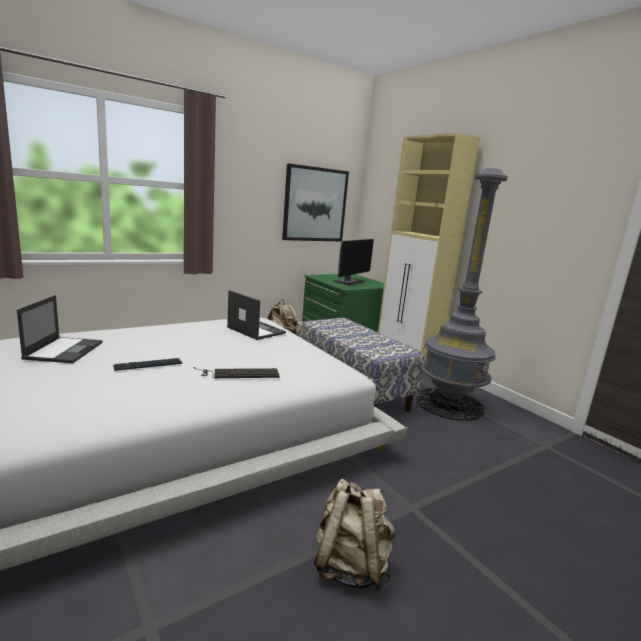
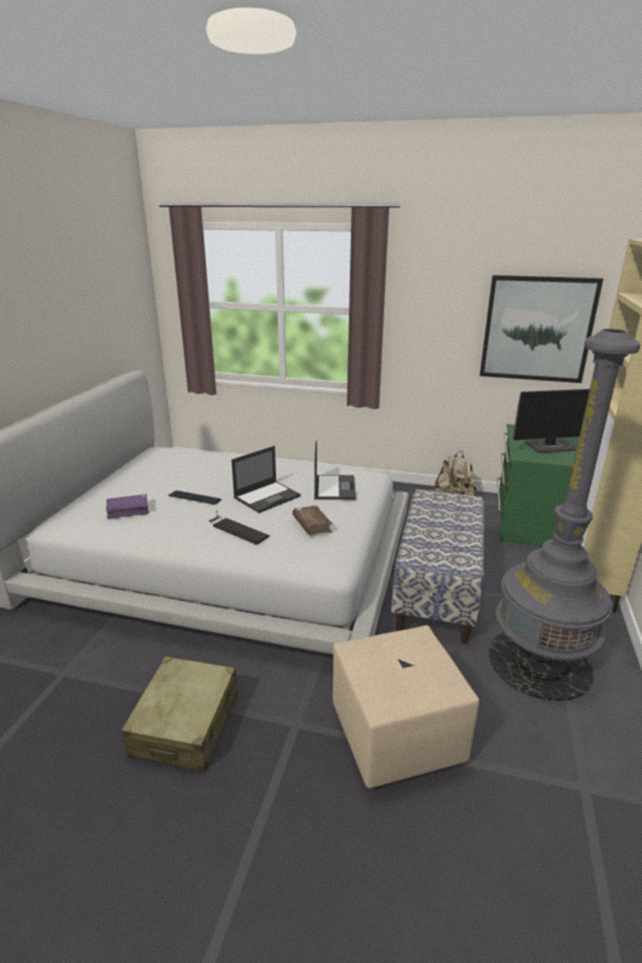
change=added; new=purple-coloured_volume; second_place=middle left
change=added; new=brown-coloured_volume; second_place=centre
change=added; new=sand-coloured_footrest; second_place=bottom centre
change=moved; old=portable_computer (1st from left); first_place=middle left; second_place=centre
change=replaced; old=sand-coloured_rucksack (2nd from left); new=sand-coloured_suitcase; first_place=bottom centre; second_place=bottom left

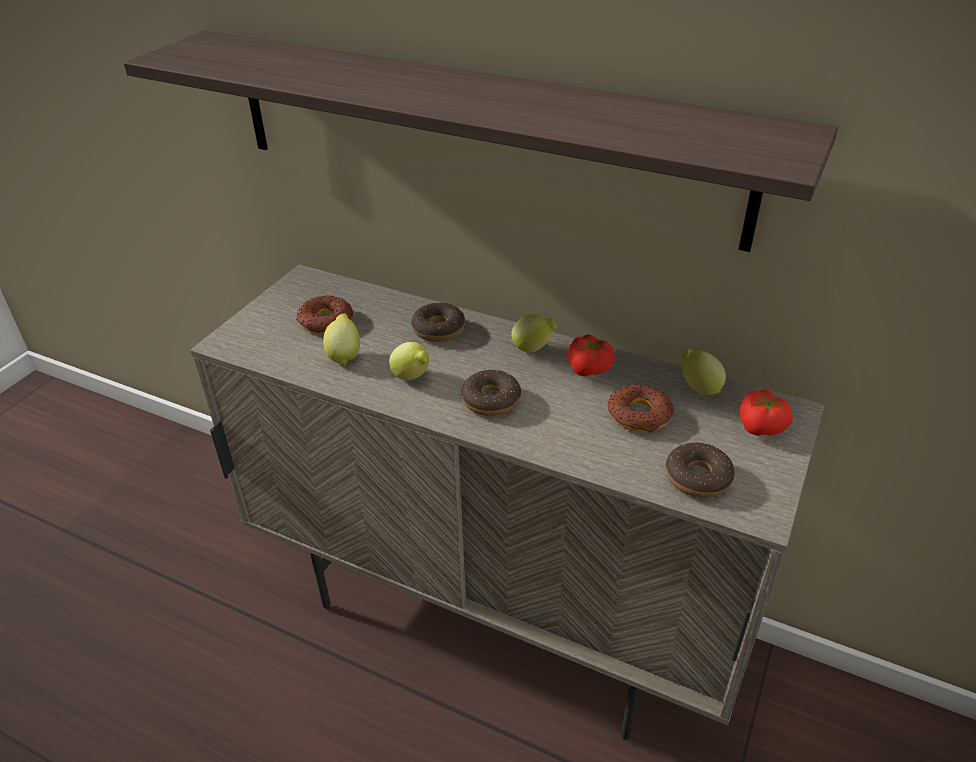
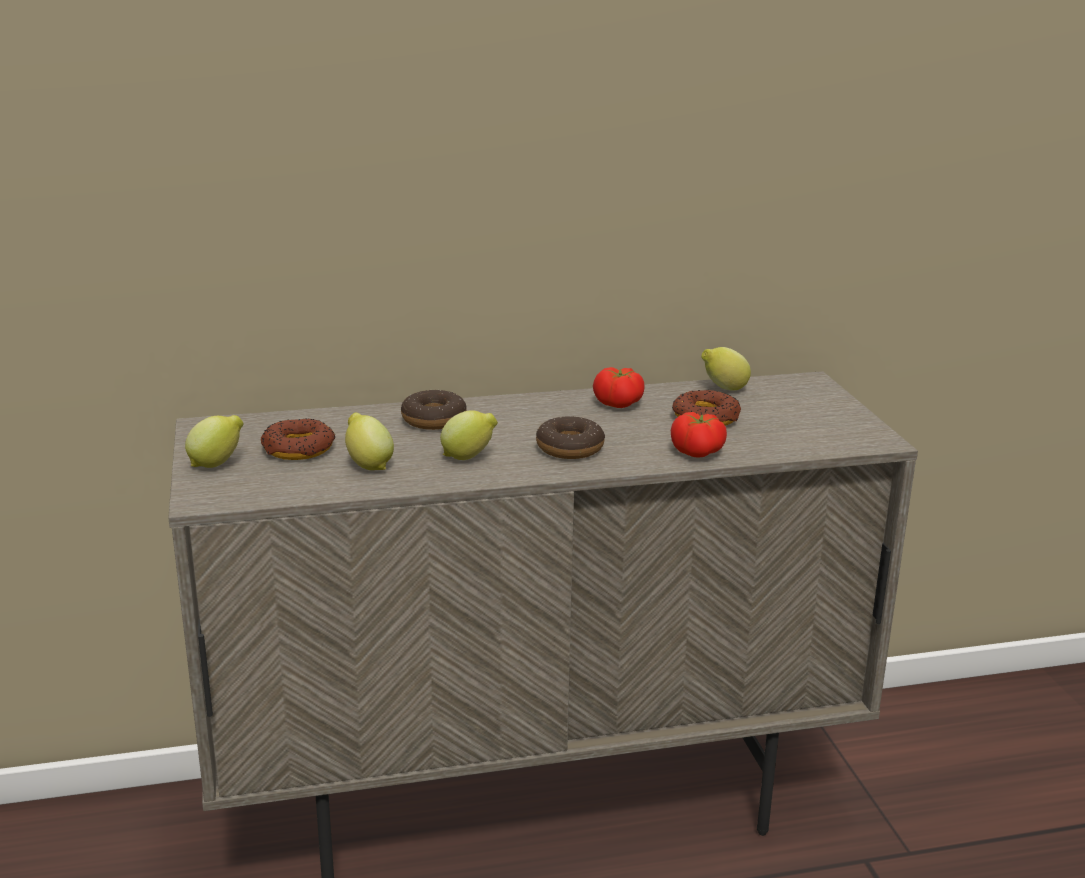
change=removed; old=wall_shelf; first_place=top centre
change=removed; old=doughnut (5th from left); first_place=middle right
change=moved; old=lemon (3rd from left in the first image); new=lemon (1st from left); first_place=centre; second_place=middle left
change=moved; old=tomato (2nd from left); first_place=middle right; second_place=centre

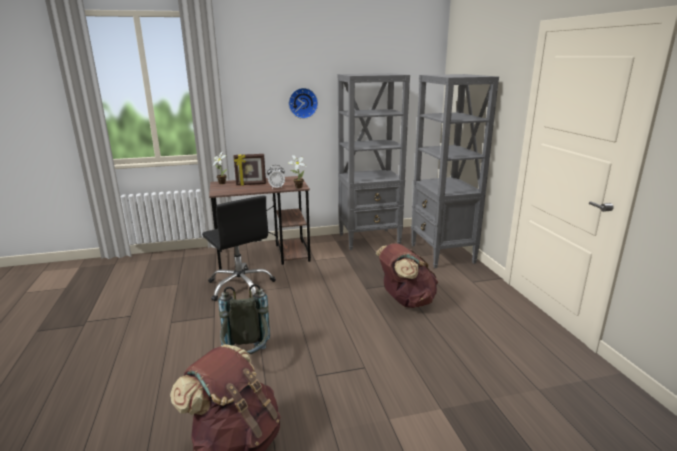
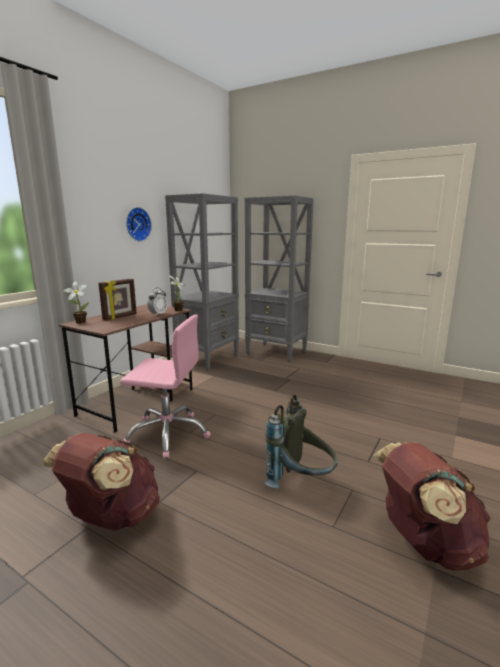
change=moved; old=brown-coloured_rucksack (2nd from left in the first image); new=brown-coloured_rucksack (1st from left); first_place=centre; second_place=bottom left
change=recoloured; old=blackish_office_chair; new=pink_office_chair; first_place=centre; second_place=middle left

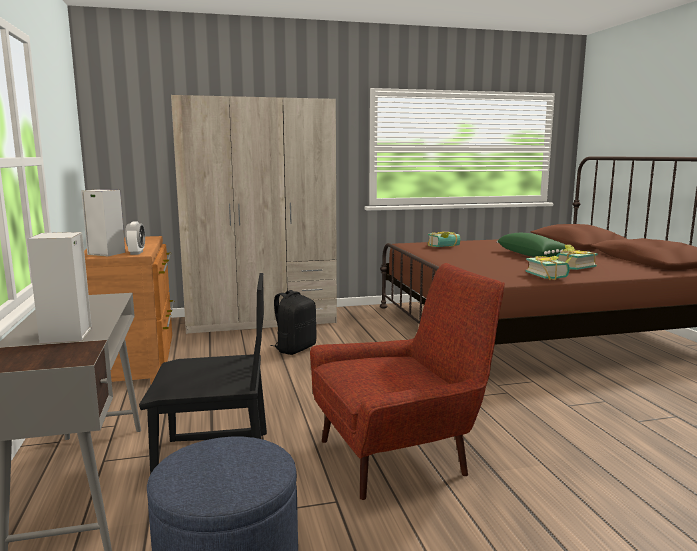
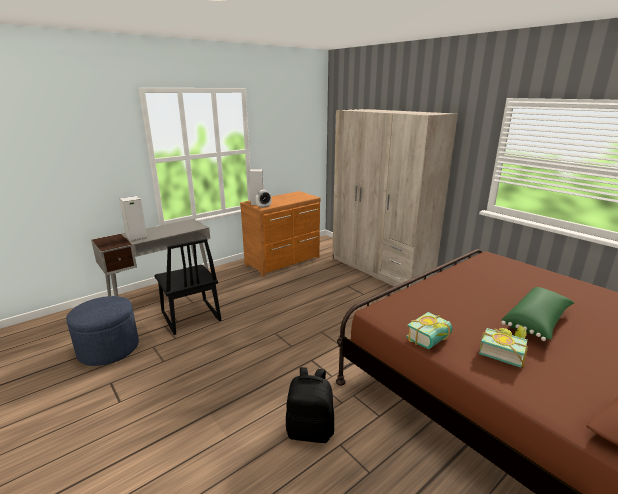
change=removed; old=red_lounge_chair; first_place=bottom centre
change=removed; old=volume (1st from left); first_place=centre
change=moved; old=blackish_rucksack; first_place=centre; second_place=bottom centre

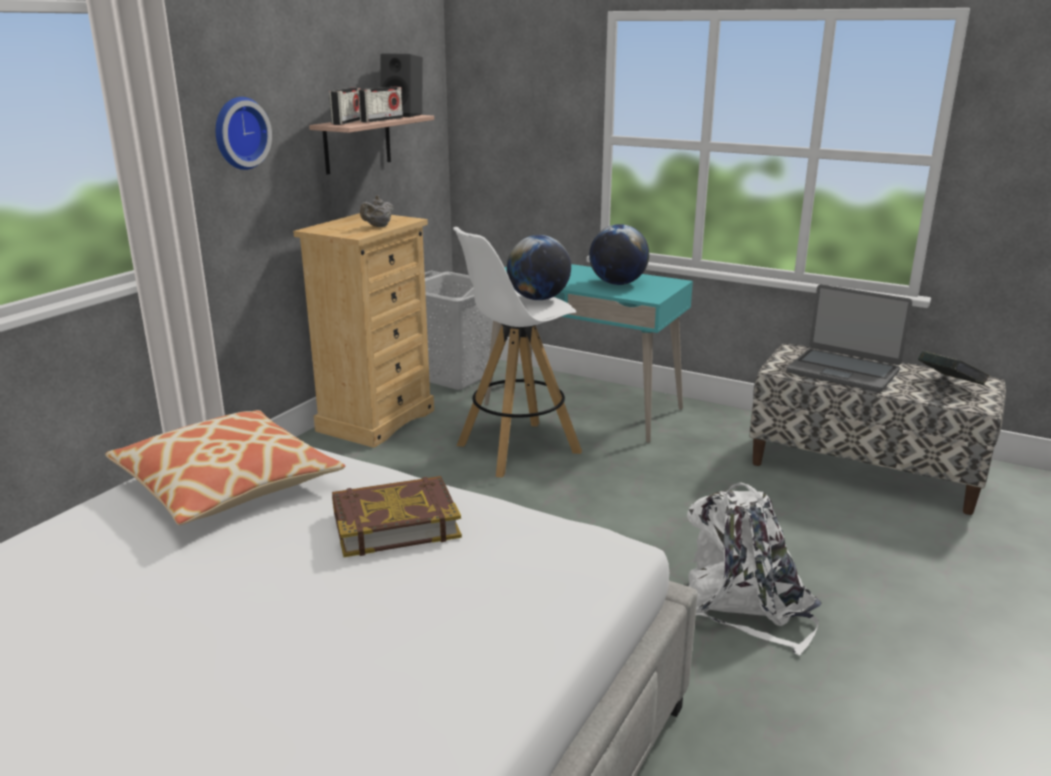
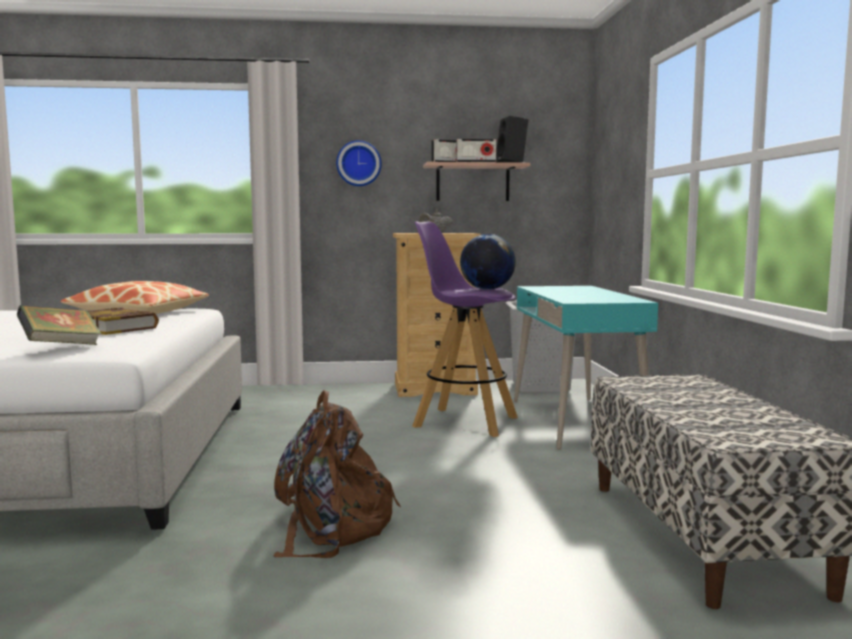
change=removed; old=world_globe (2nd from left); first_place=top centre
change=removed; old=portable_computer; first_place=middle right
change=moved; old=volume (2nd from left in the first image); new=volume (1st from left); first_place=middle right; second_place=middle left
change=recoloured; old=whitish_sitting_stool; new=purple-coloured_sitting_stool; first_place=centre; second_place=centre
change=recoloured; old=whitish_rucksack; new=brown-coloured_rucksack; first_place=bottom right; second_place=bottom centre

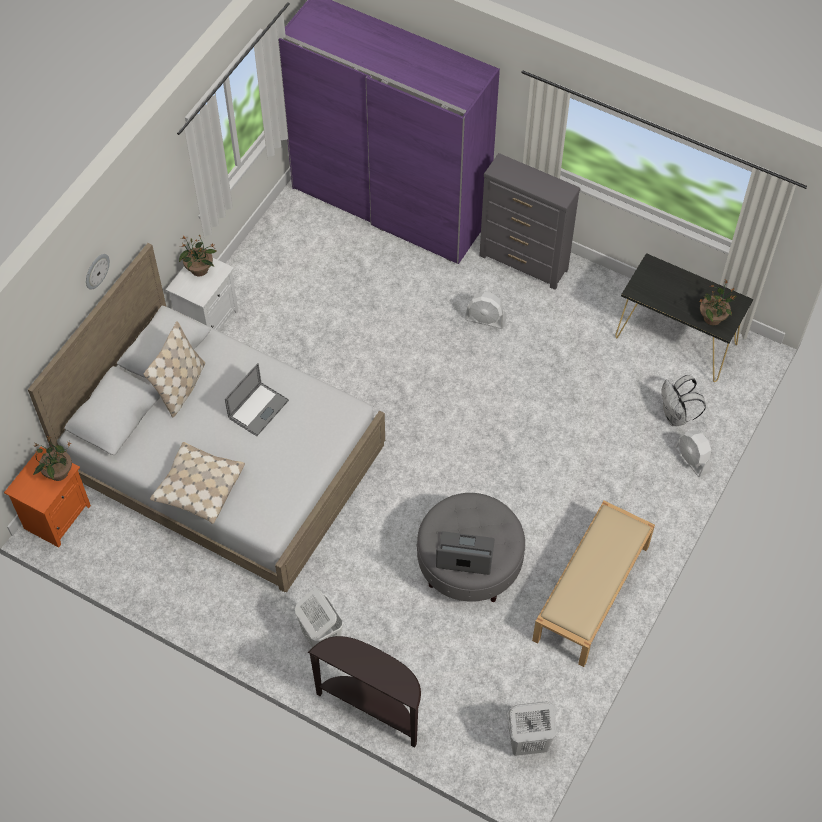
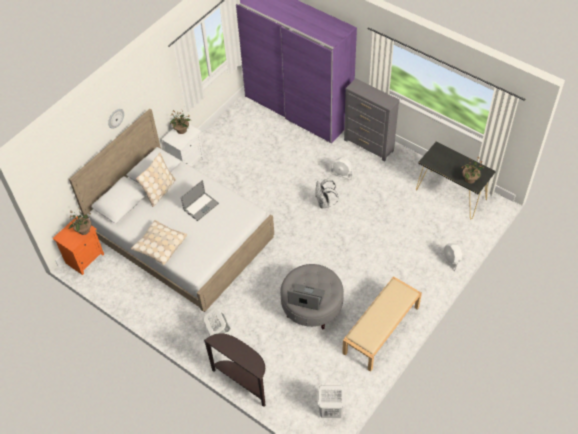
change=moved; old=whitish_rucksack; first_place=middle right; second_place=centre

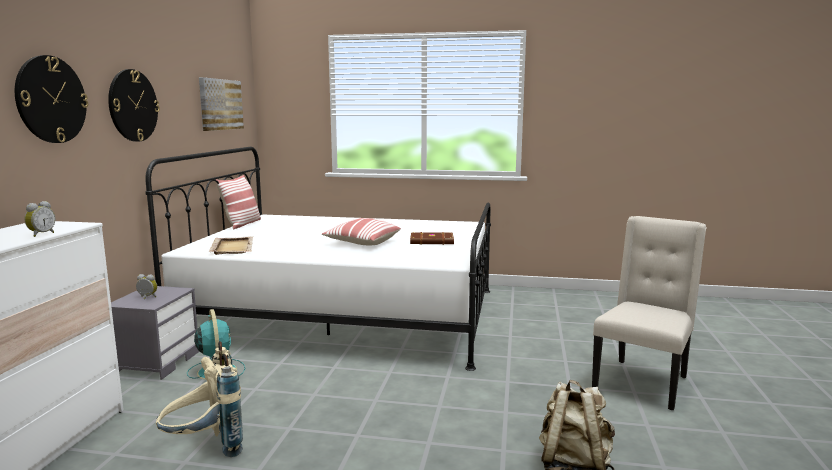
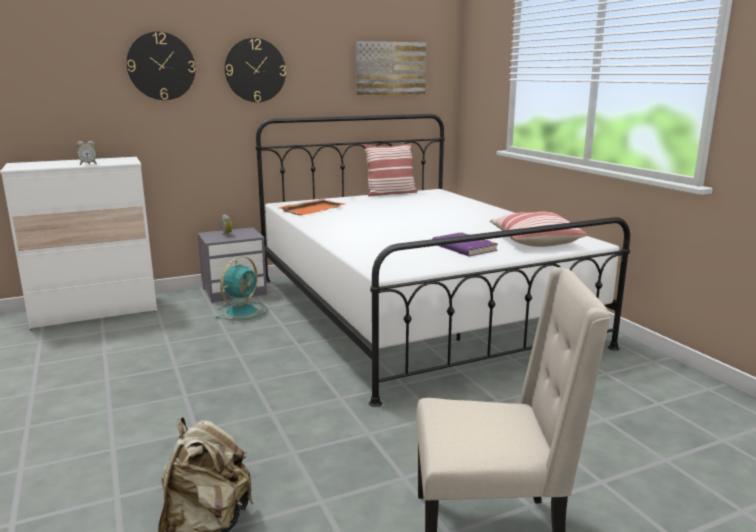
change=removed; old=sand-coloured_rucksack (1st from left); first_place=bottom left
change=moved; old=throw_pillow (2nd from left); first_place=centre; second_place=middle right
change=recoloured; old=sand-coloured_carrying_tray; new=orangey_carrying_tray; first_place=middle left; second_place=centre
change=recoloured; old=brown-coloured_volume; new=purple-coloured_volume; first_place=centre; second_place=centre

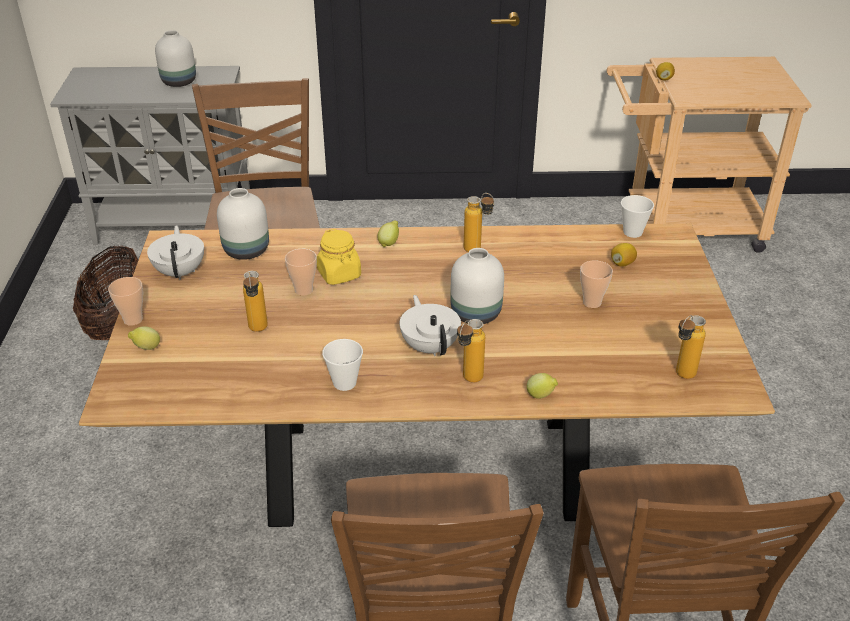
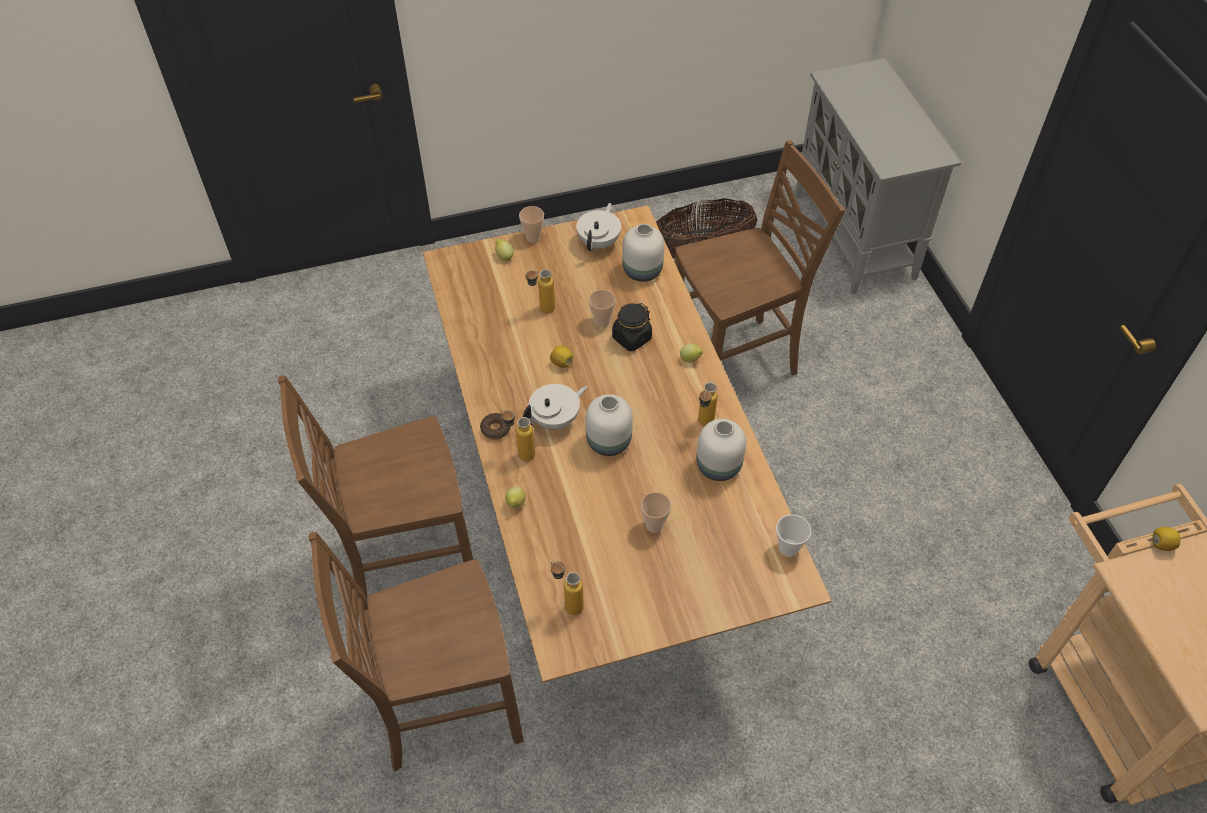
change=removed; old=drinking_cup (3rd from left); first_place=centre
change=added; new=doughnut; second_place=centre
change=moved; old=whitish_flower_vase (1st from left in the first image); new=whitish_flower_vase (3rd from left); first_place=top left; second_place=centre
change=moved; old=lemon (4th from left in the first image); new=lemon (3rd from left); first_place=middle right; second_place=centre
change=recoloured; old=yellow-coloured_jar; new=blackish_jar; first_place=centre; second_place=centre
change=turned; old=whitish_teapot (1st from left in the first image); first_place=middle left; second_place=top centre; degrees=-45

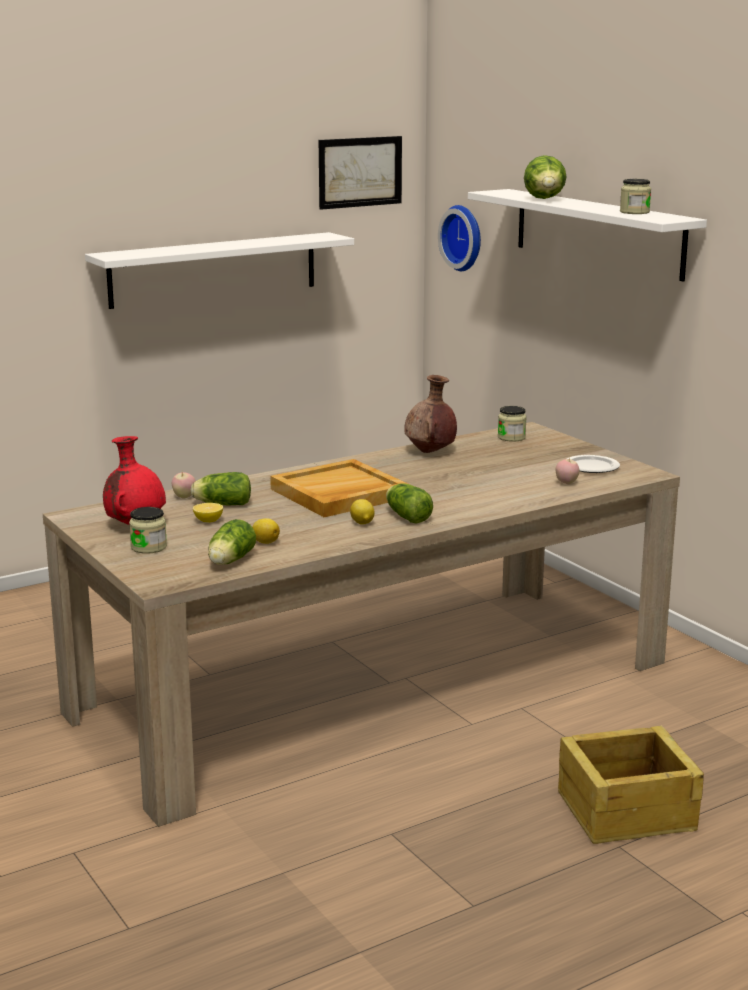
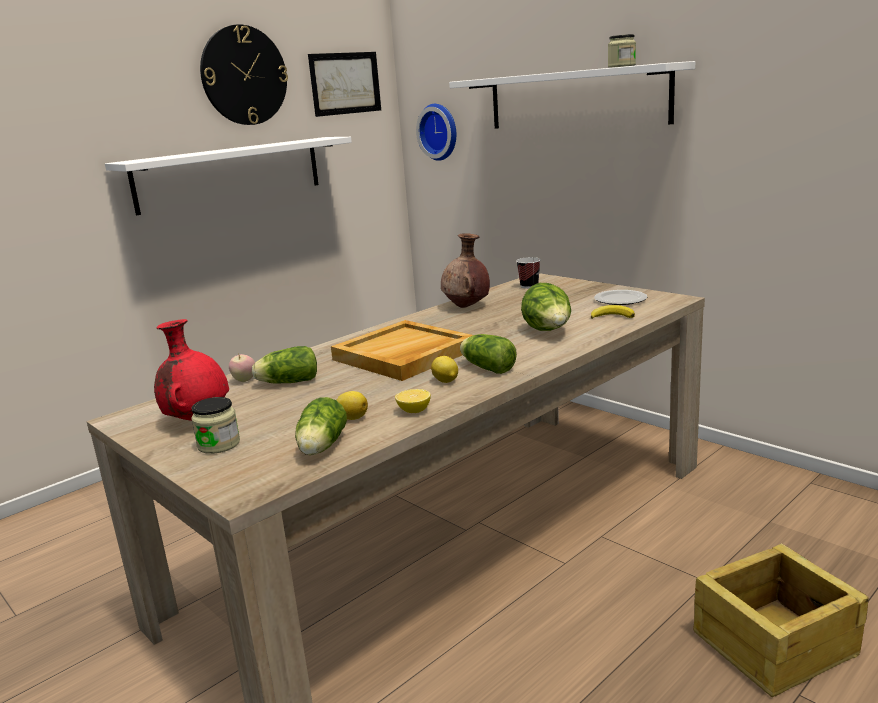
change=added; new=clock_on_the_wall (1st from left); second_place=top left
change=moved; old=lemon (1st from left in the first image); new=lemon (2nd from left); first_place=middle left; second_place=centre
change=moved; old=head_of_lettuce (4th from left); first_place=top right; second_place=centre
change=replaced; old=jar (2nd from left); new=drinking_cup; first_place=middle right; second_place=centre
change=replaced; old=whole_apple (2nd from left); new=whole_banana; first_place=middle right; second_place=middle right

